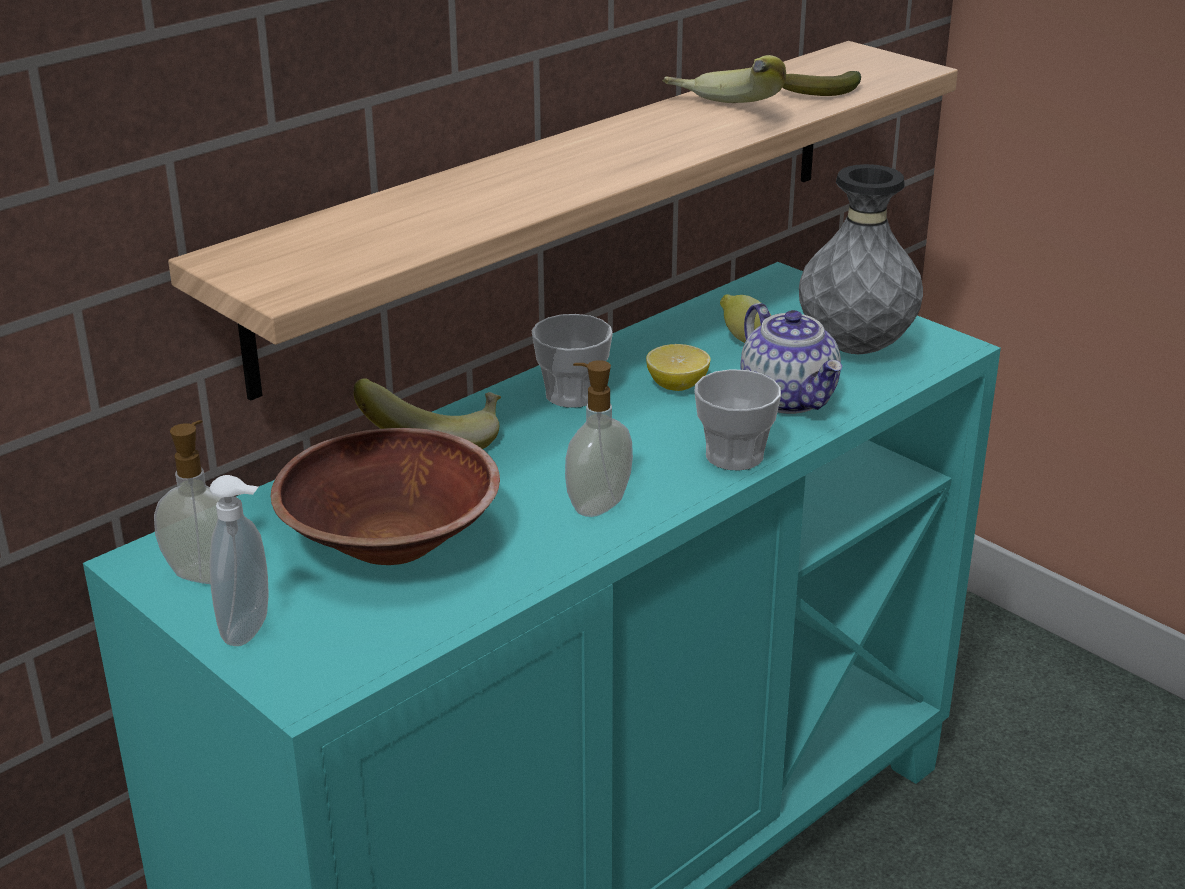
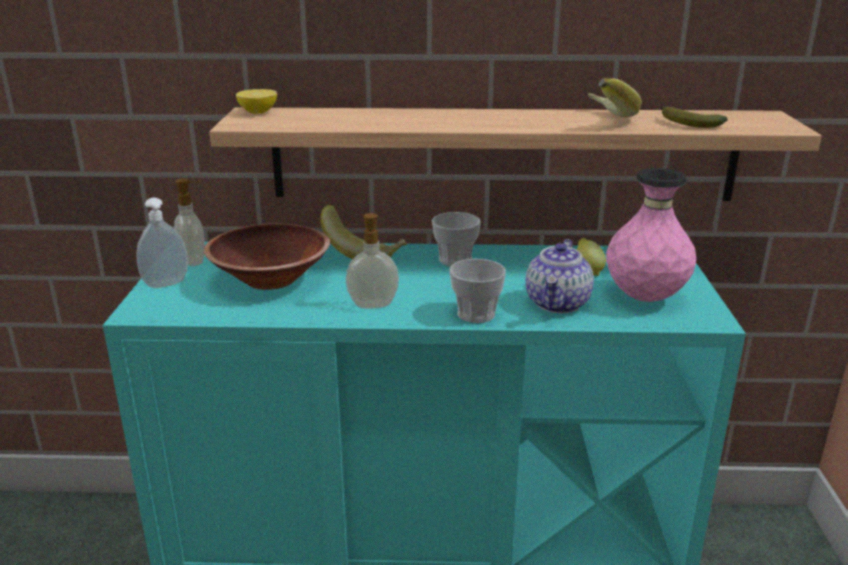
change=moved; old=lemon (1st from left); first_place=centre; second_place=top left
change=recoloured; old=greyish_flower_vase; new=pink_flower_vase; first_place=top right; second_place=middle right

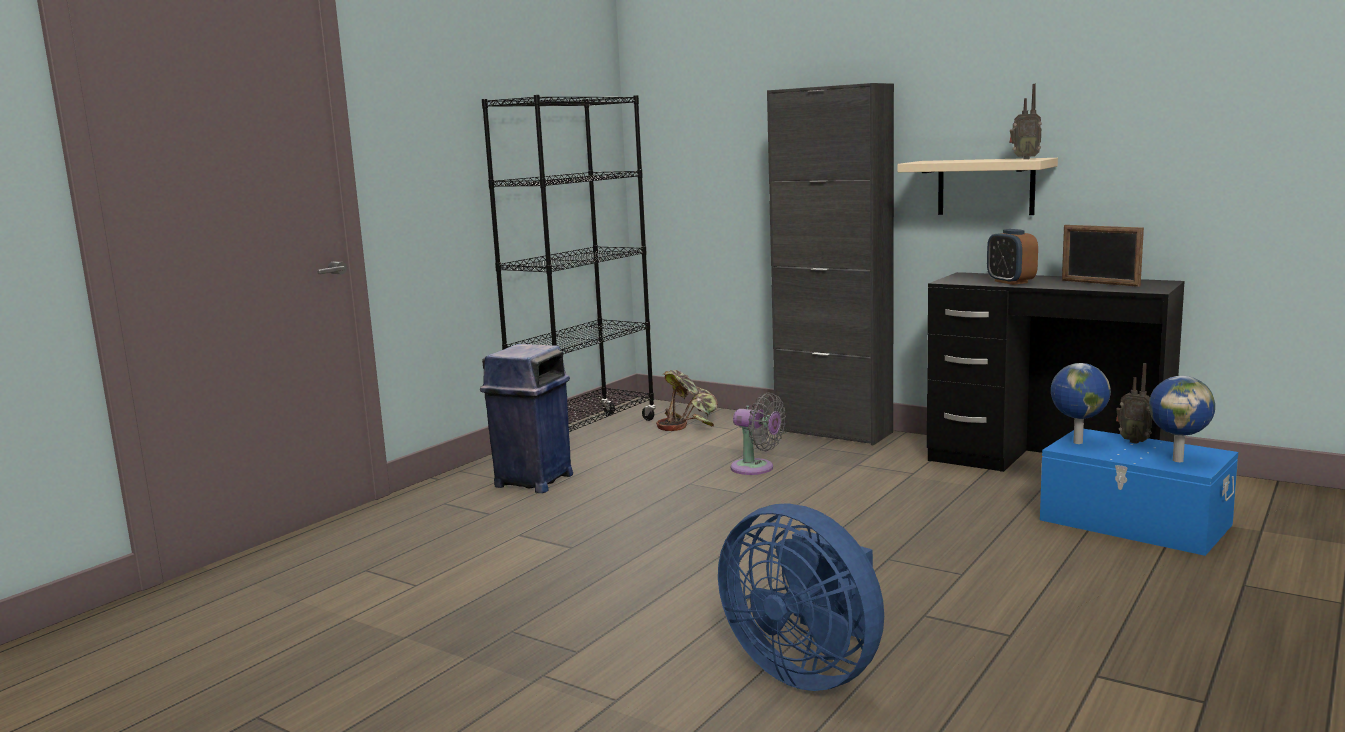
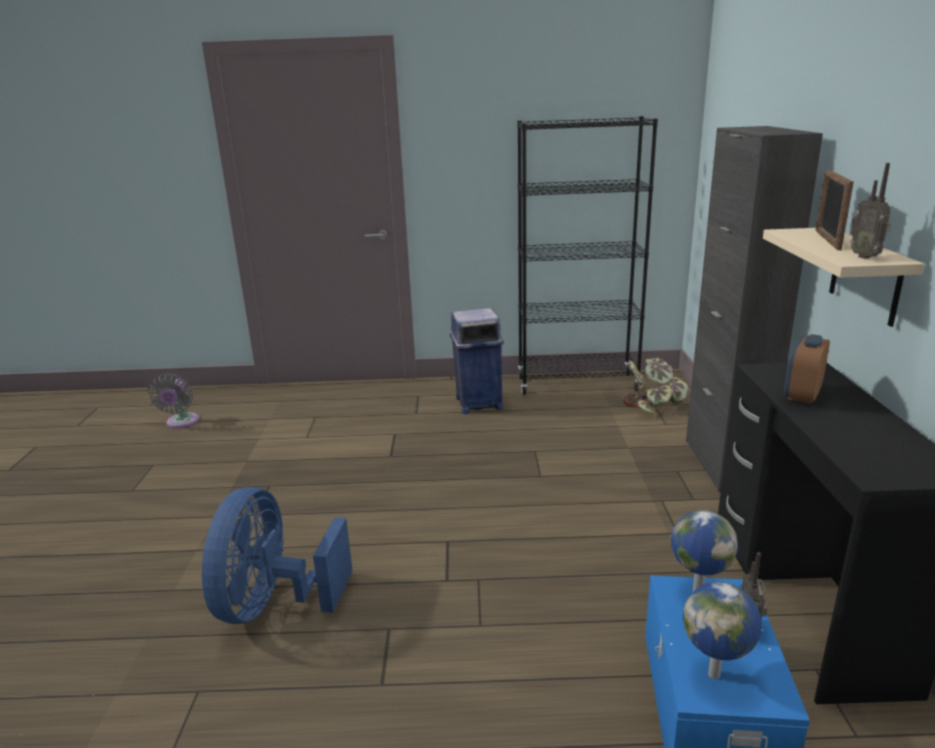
change=moved; old=greyish_cooling_fan; first_place=centre; second_place=middle left
change=moved; old=standing_frame; first_place=middle right; second_place=top right

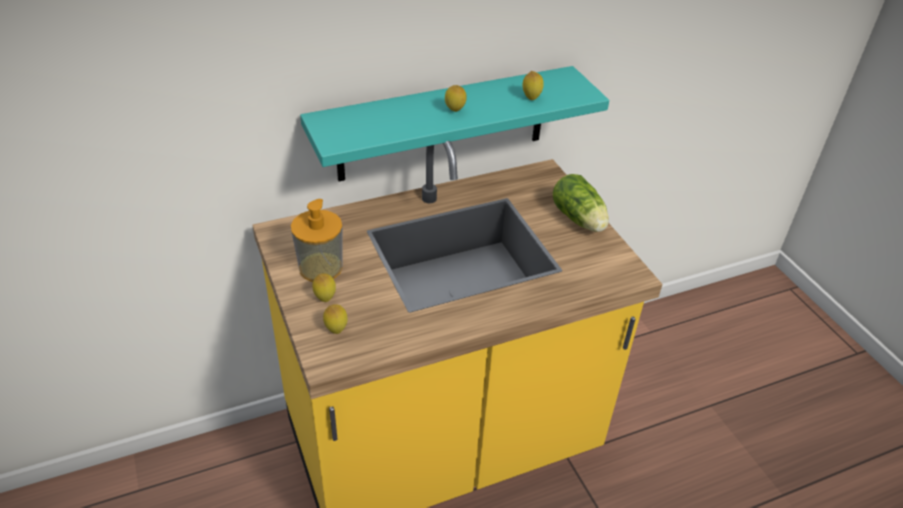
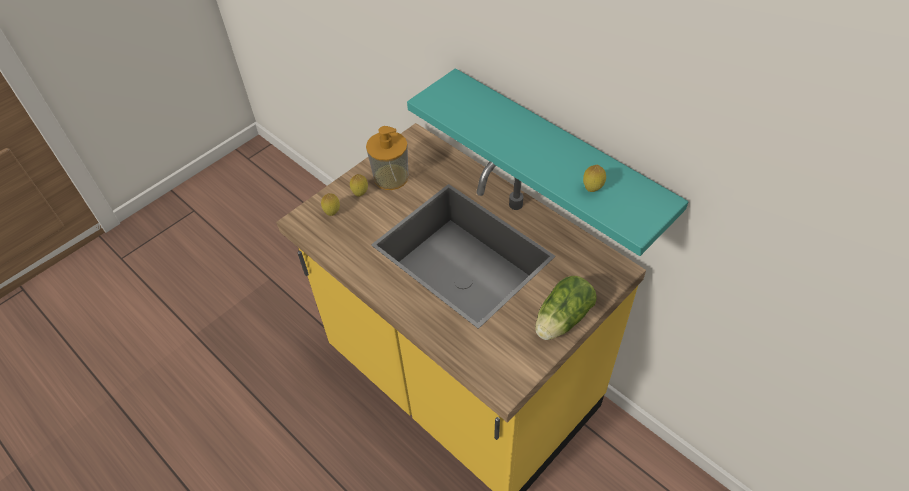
change=removed; old=lemon (3rd from left); first_place=top centre

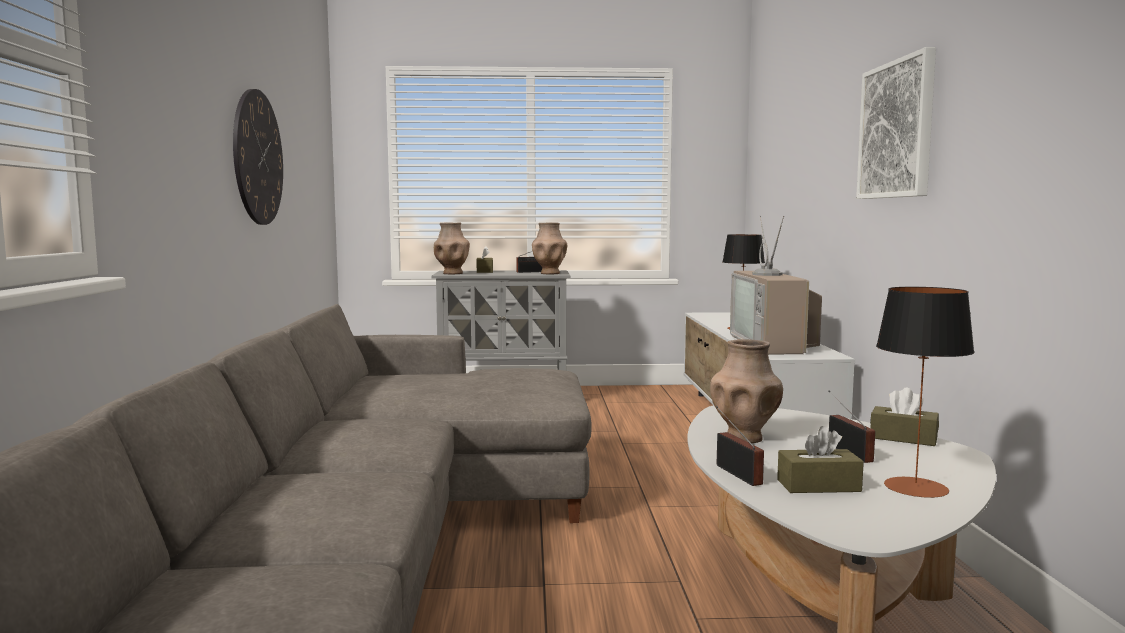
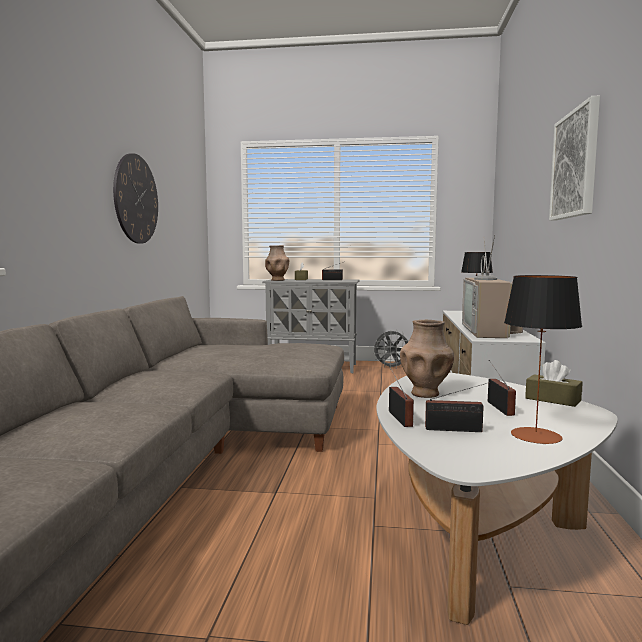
change=removed; old=brown-coloured_flower_vase (2nd from left); first_place=centre
change=added; new=greyish_cooling_fan; second_place=centre
change=replaced; old=brown-coloured_tissue_box (2nd from left); new=radio_receiver (3rd from left); first_place=bottom right; second_place=middle right

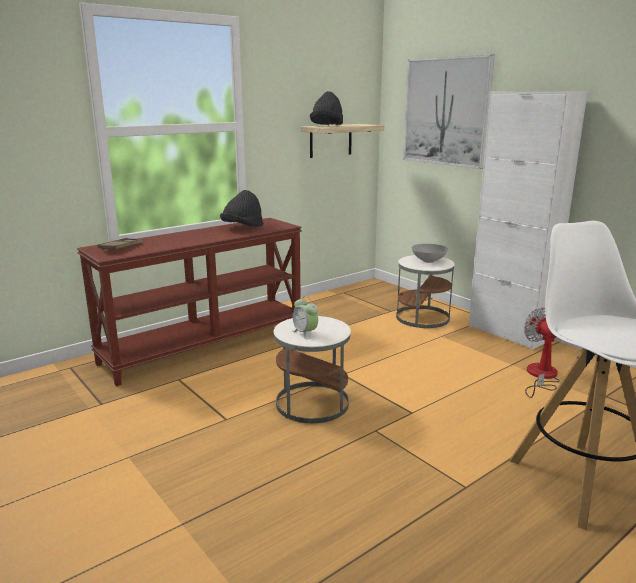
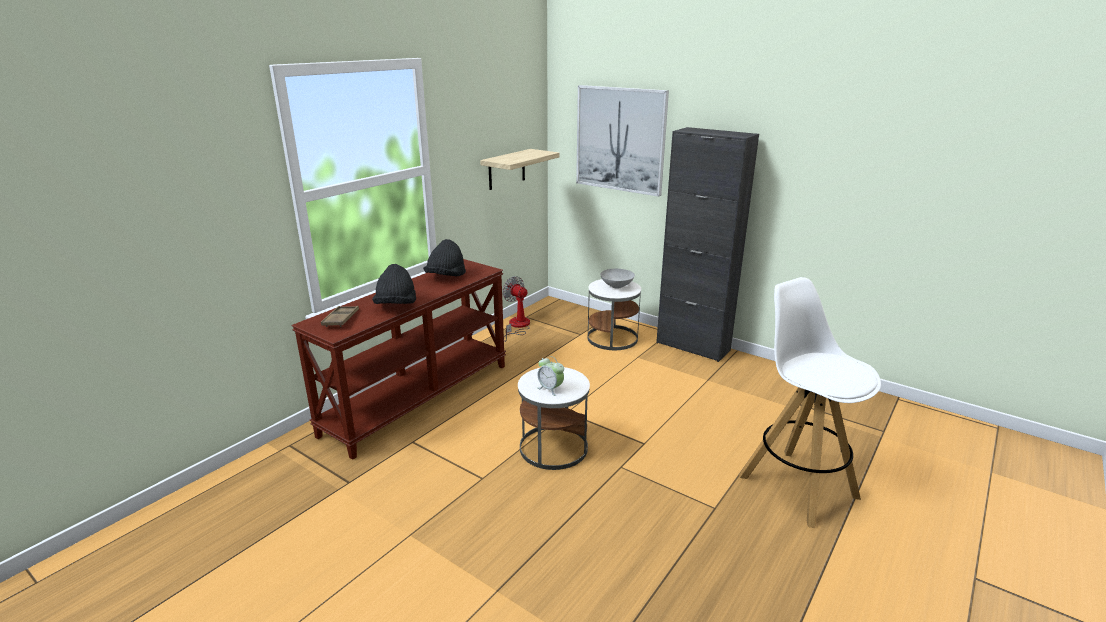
change=moved; old=blackish_clothing_hat (2nd from left in the first image); new=blackish_clothing_hat (1st from left); first_place=top centre; second_place=centre
change=moved; old=cooling_fan; first_place=middle right; second_place=centre
change=recoloured; old=whitish_cabinet; new=blackish_cabinet; first_place=middle right; second_place=centre

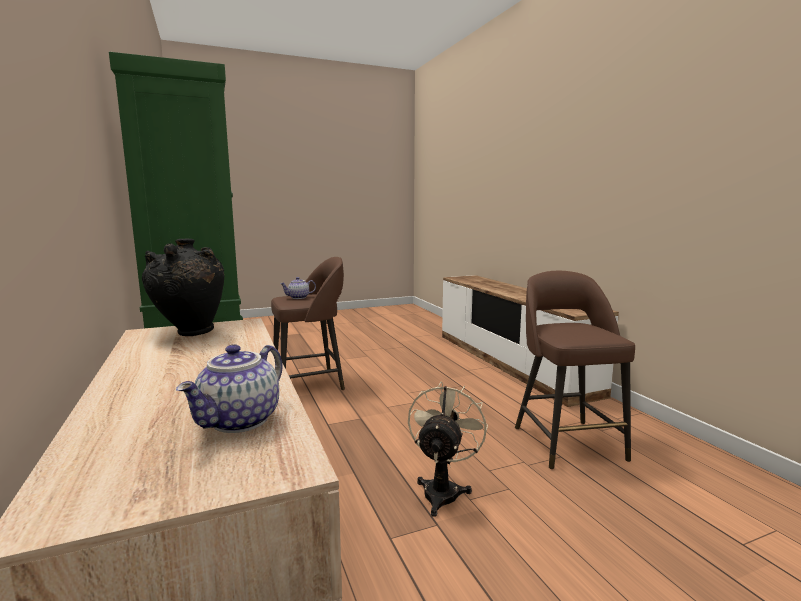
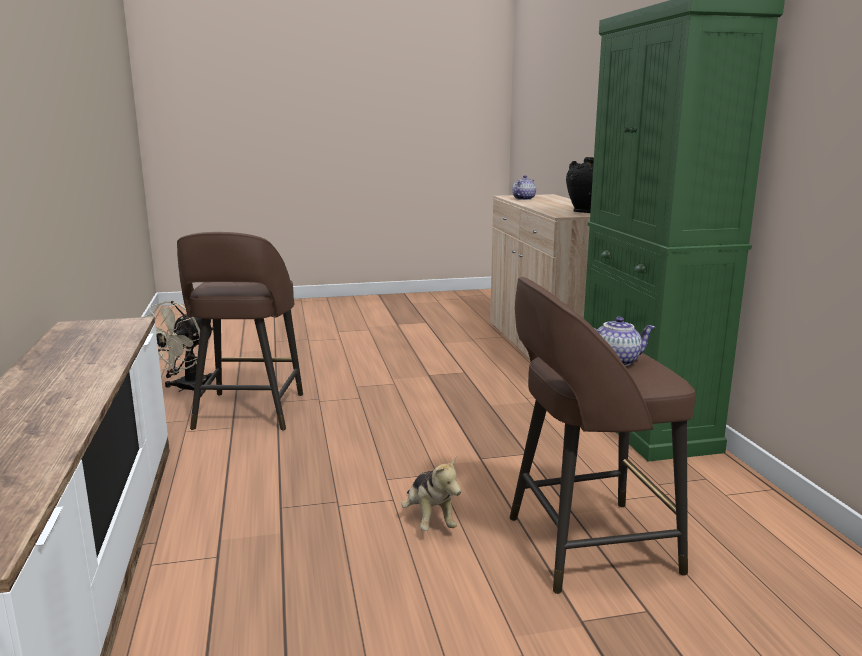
change=added; new=plush_toy; second_place=bottom centre
change=moved; old=sand-coloured_cooling_fan; first_place=bottom centre; second_place=middle left

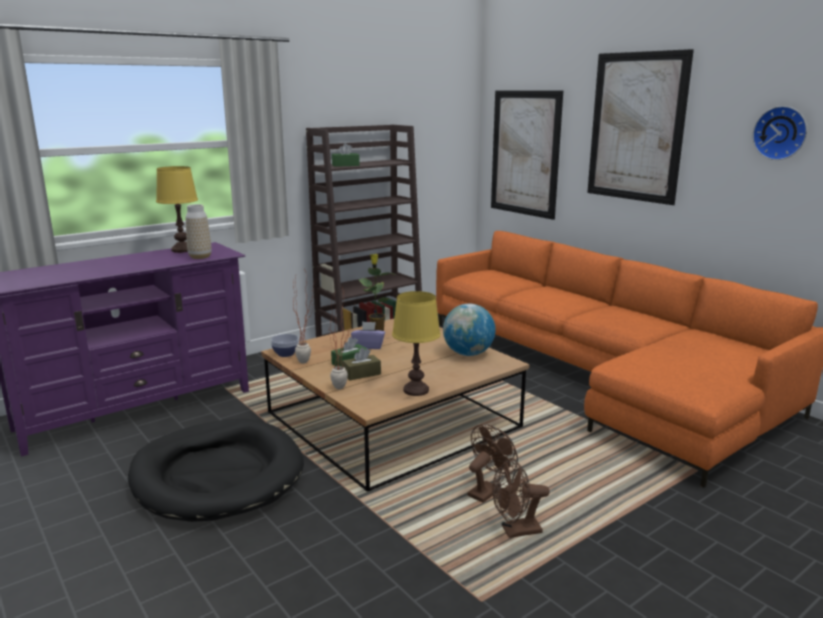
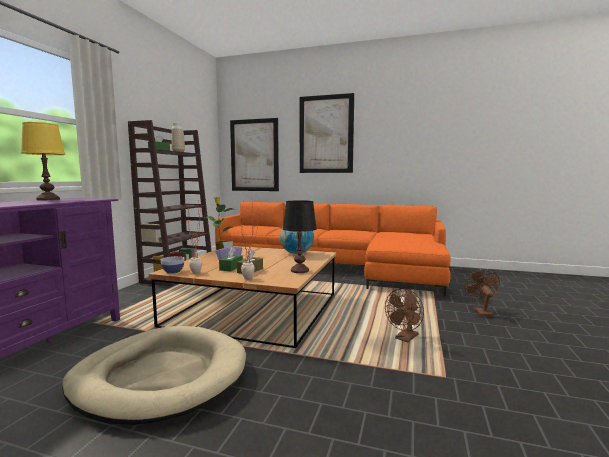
change=removed; old=clock_on_the_wall; first_place=top right
change=moved; old=flower_vase; first_place=middle left; second_place=top left
change=moved; old=brown-coloured_cooling_fan (1st from left in the first image); new=brown-coloured_cooling_fan (2nd from left); first_place=bottom centre; second_place=middle right
change=recoloured; old=blackish_pet_bed; new=sand-coloured_pet_bed; first_place=bottom left; second_place=bottom left
change=recoloured; old=yellow-coloured_table_lamp (2nd from left); new=blackish_table_lamp; first_place=centre; second_place=centre

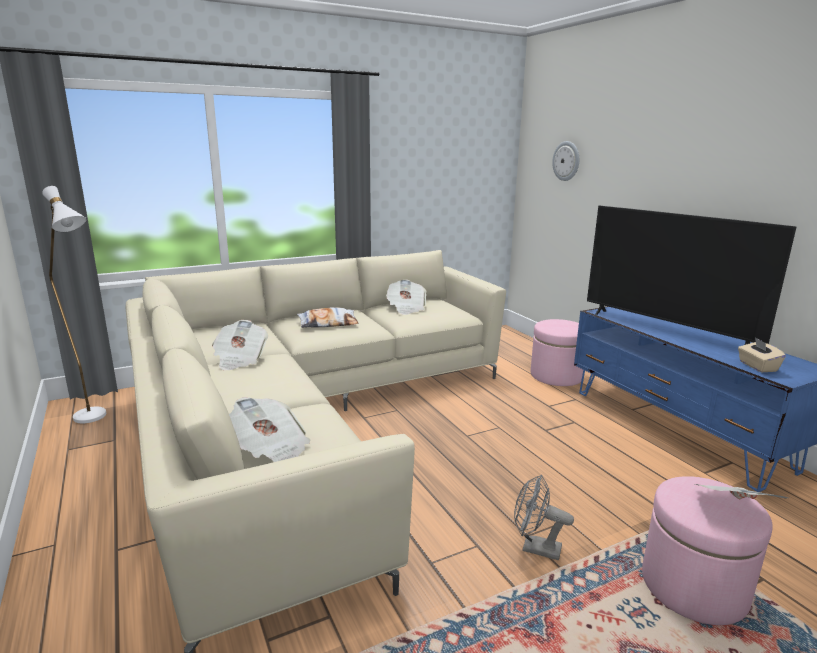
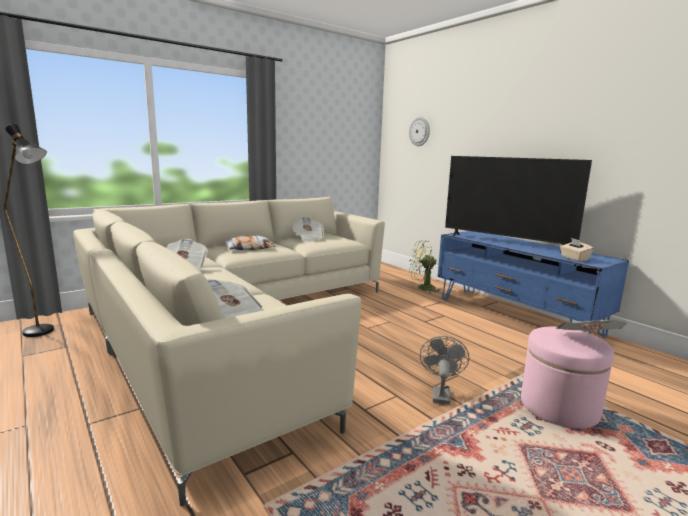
change=replaced; old=pink_footrest (1st from left); new=greenish_cooling_fan; first_place=middle right; second_place=centre
change=recoloured; old=whitish_floor_lamp; new=blackish_floor_lamp; first_place=middle left; second_place=middle left
change=turned; old=greyish_cooling_fan; first_place=bottom centre; second_place=bottom centre; degrees=90

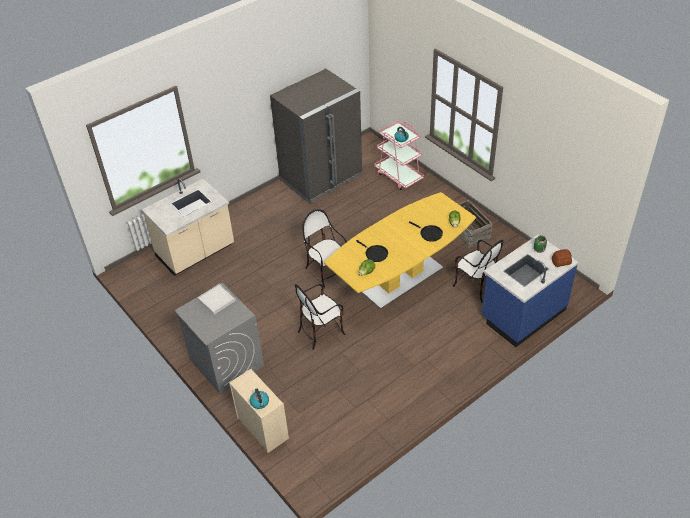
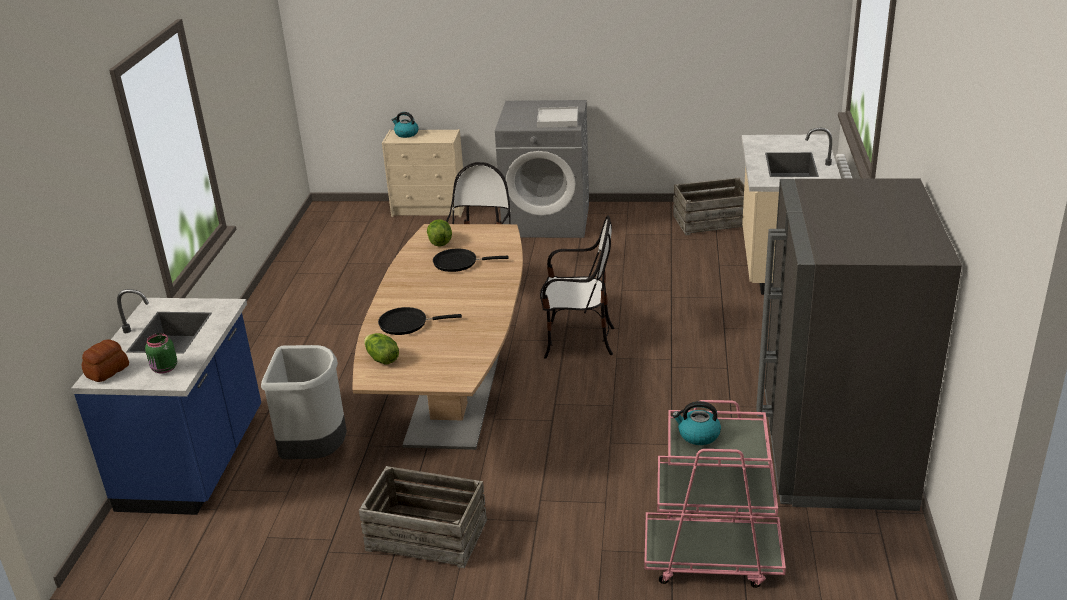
change=added; new=shipping_crate (2nd from left); second_place=centre
change=replaced; old=upright_chair (3rd from left); new=greyish_rubbish_bin; first_place=middle right; second_place=bottom left
change=recoloured; old=yellow-coloured_kitchen_table; new=brown-coloured_kitchen_table; first_place=centre; second_place=centre

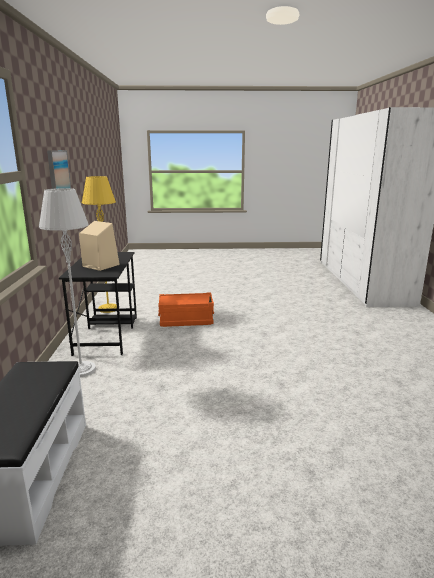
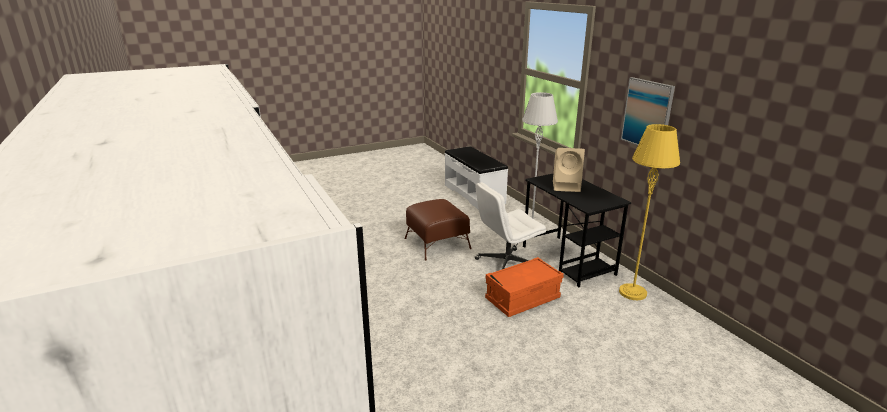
change=added; new=brown-coloured_footrest; second_place=centre
change=added; new=whitish_office_chair; second_place=centre

